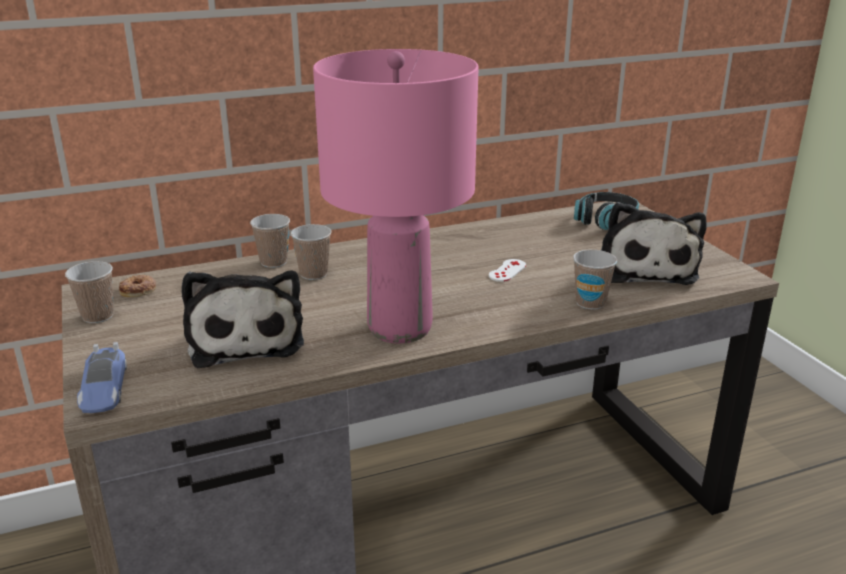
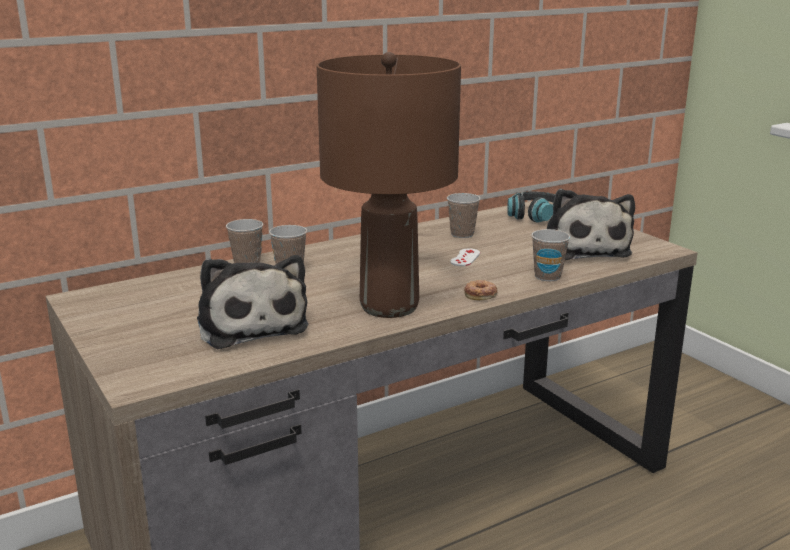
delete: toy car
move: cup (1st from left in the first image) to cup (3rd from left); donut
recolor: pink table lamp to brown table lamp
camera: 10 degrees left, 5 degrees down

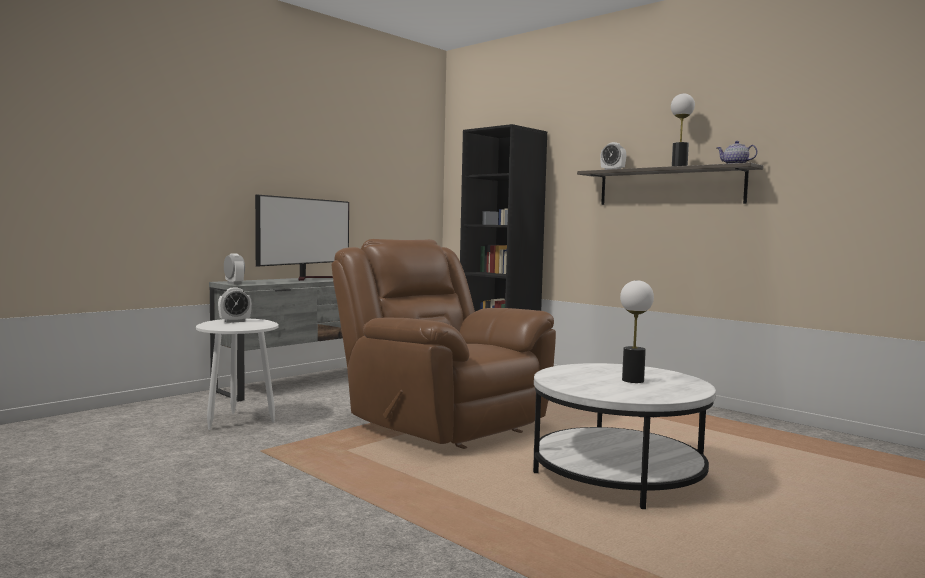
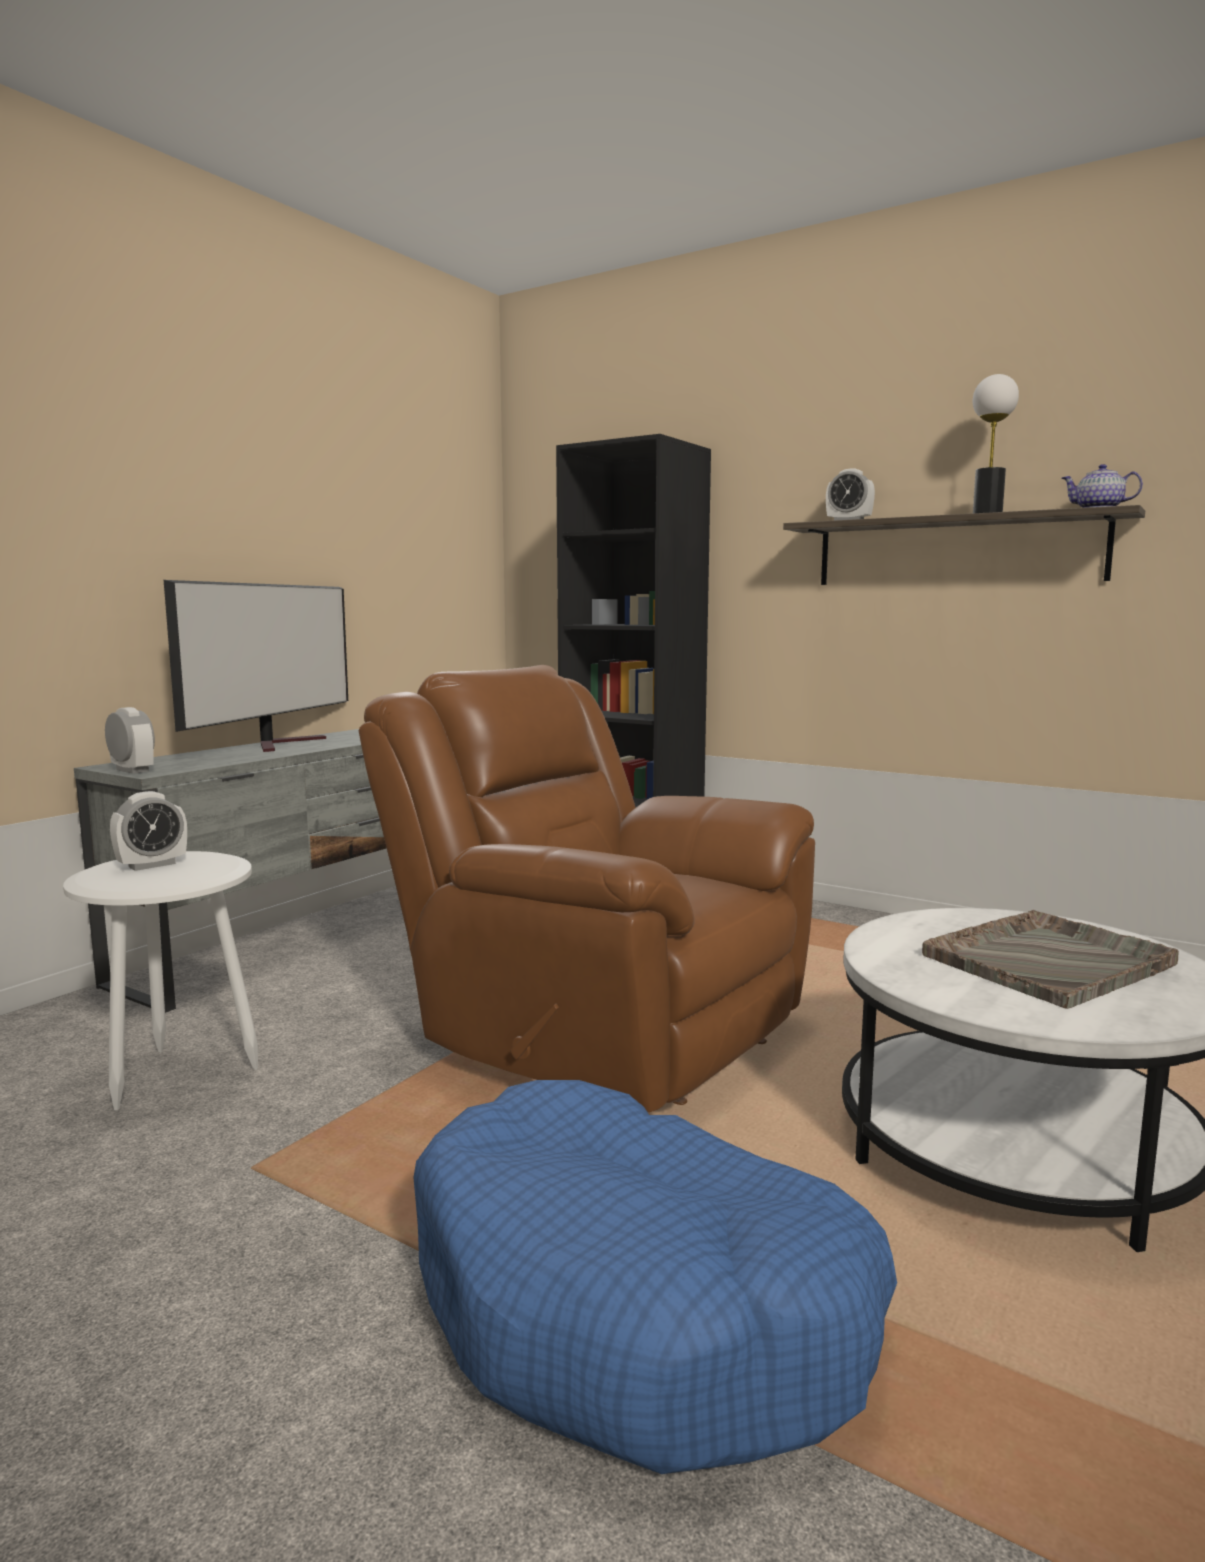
insert: blue dog bed
replace: table lamp (1st from left) to grey tray
camera: 10 degrees left, 5 degrees up

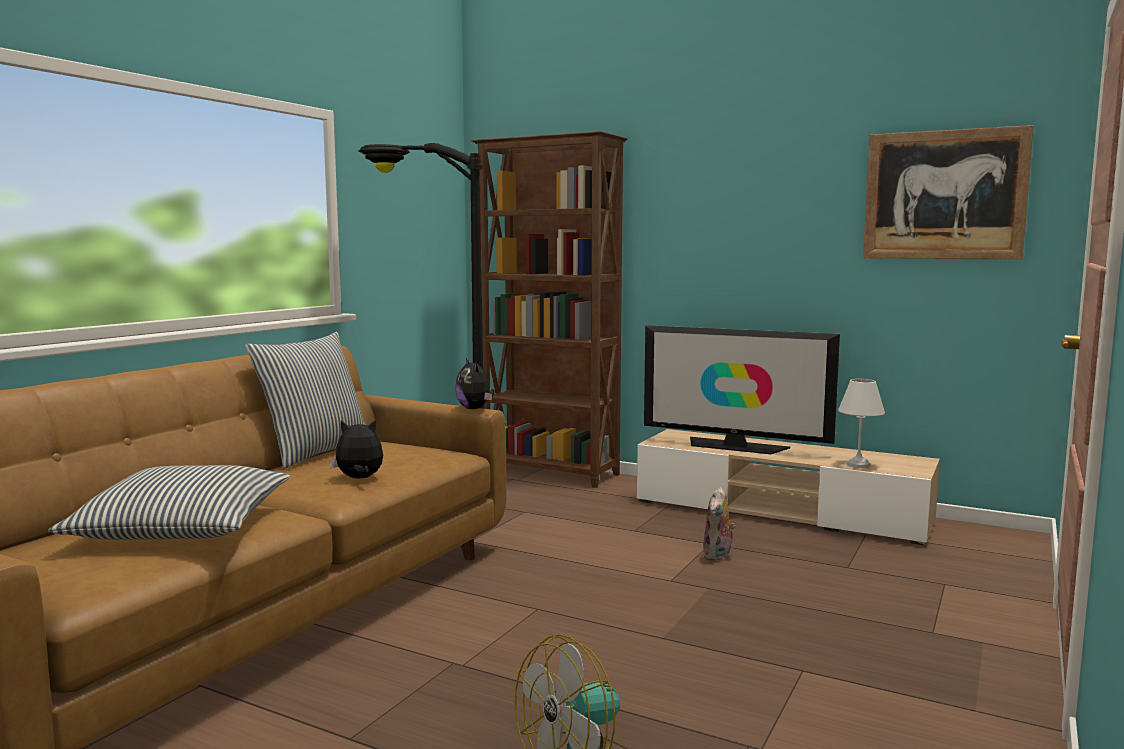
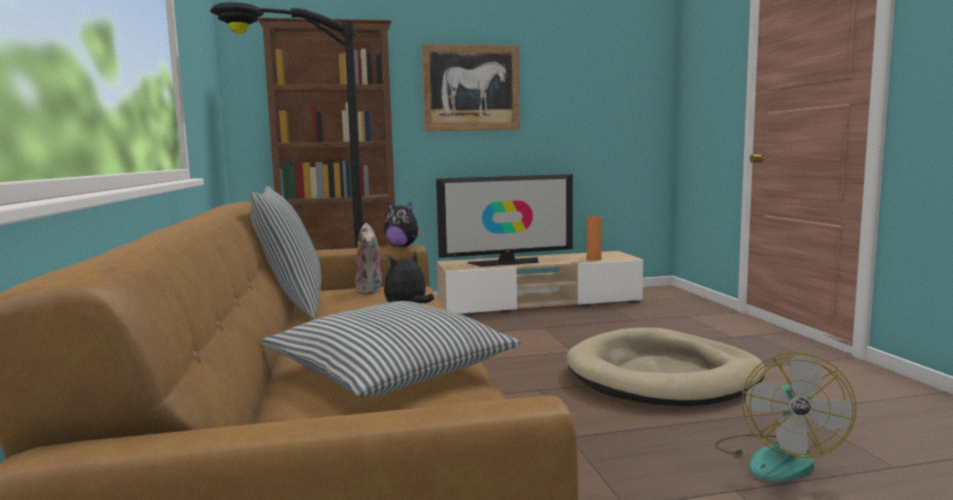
insert: beige dog bed
move: plush toy (3rd from left in the first image) to plush toy (1st from left); picture
replace: white table lamp to orange vase
camera: 40 degrees left, 0 degrees up

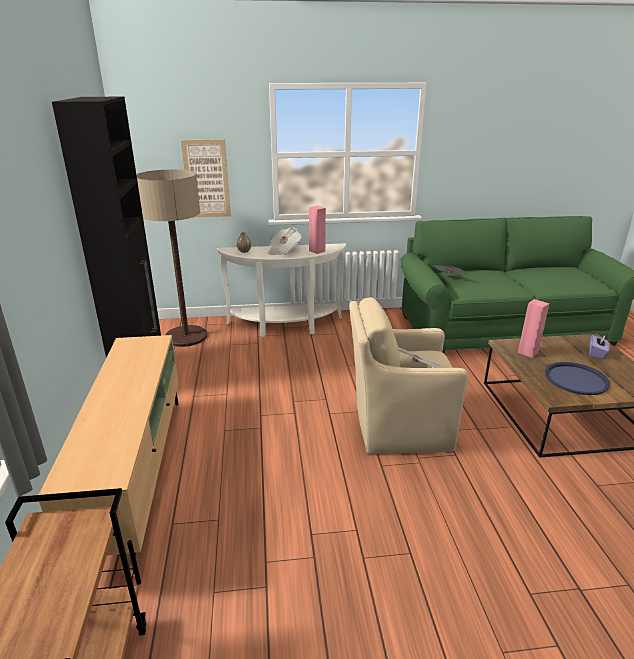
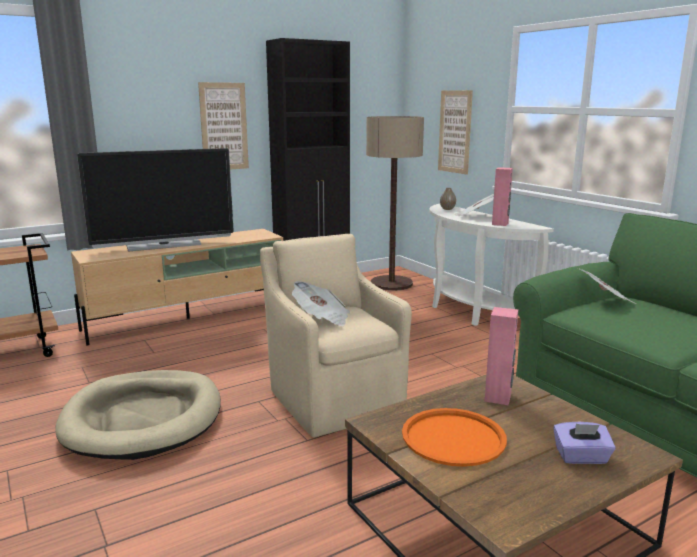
insert: beige dog bed; television; picture (1st from left)
recolor: blue tray to orange tray
camera: 65 degrees right, 10 degrees down

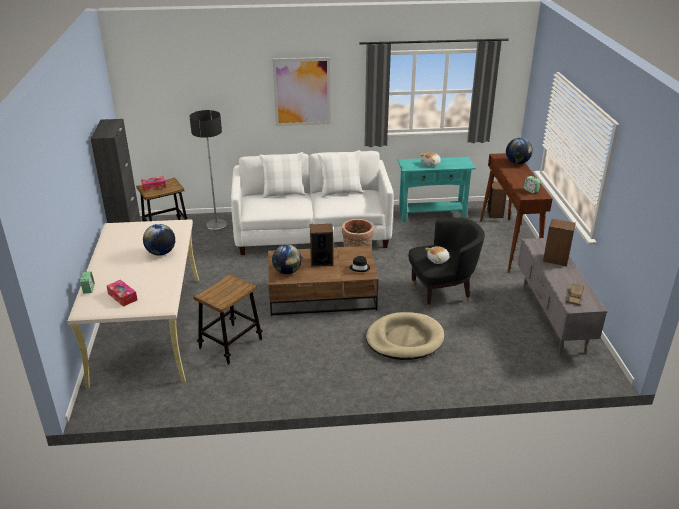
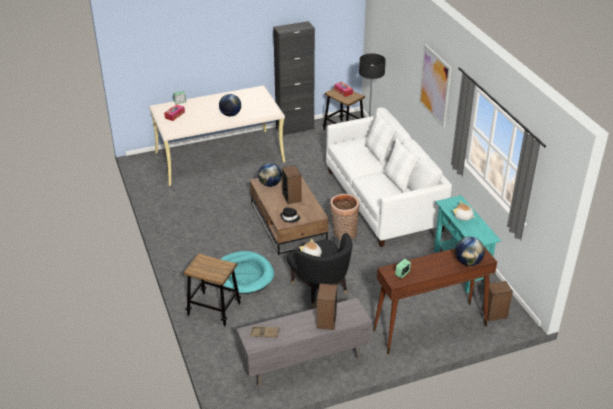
move: stool (2nd from left in the first image) to stool (1st from left)
recolor: beige dog bed to turquoise dog bed
camera: 75 degrees right, 5 degrees up

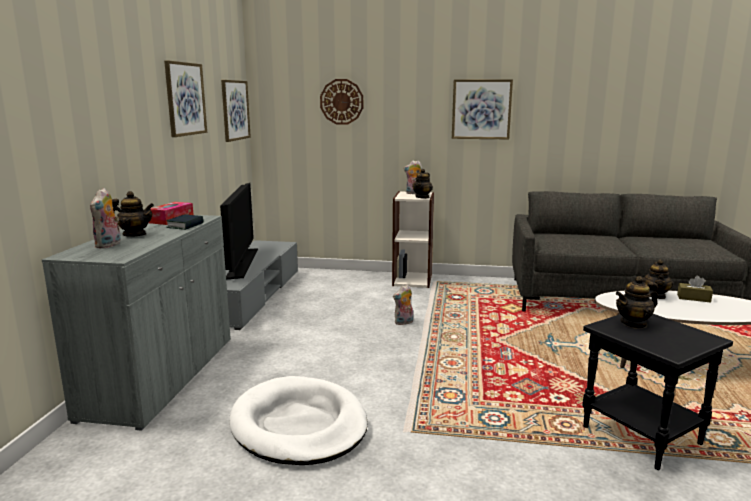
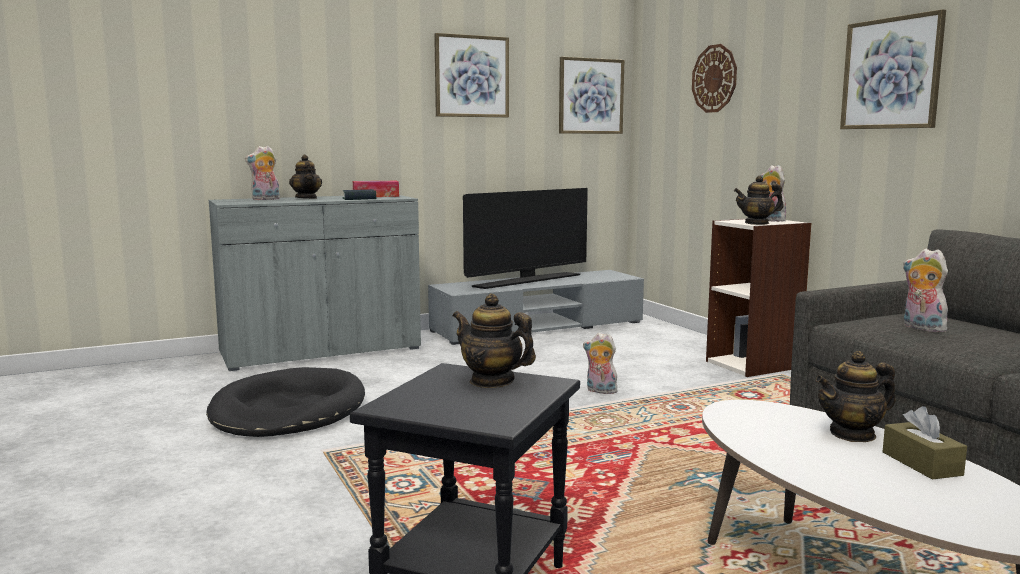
insert: plush toy (4th from left)
recolor: white dog bed to black dog bed
camera: 55 degrees right, 5 degrees down

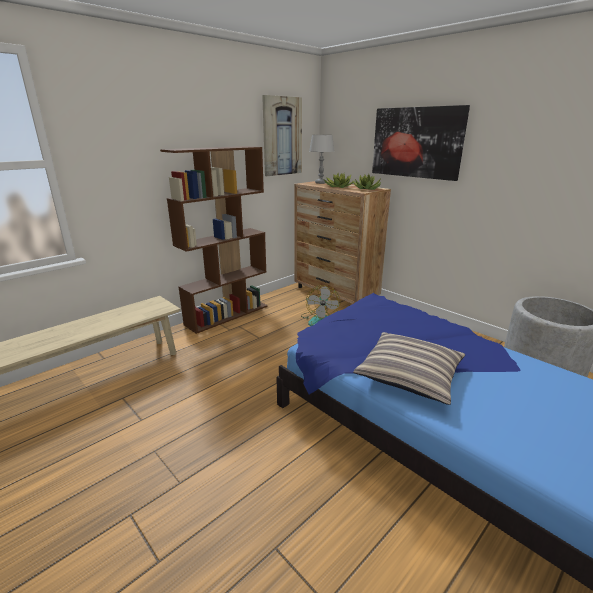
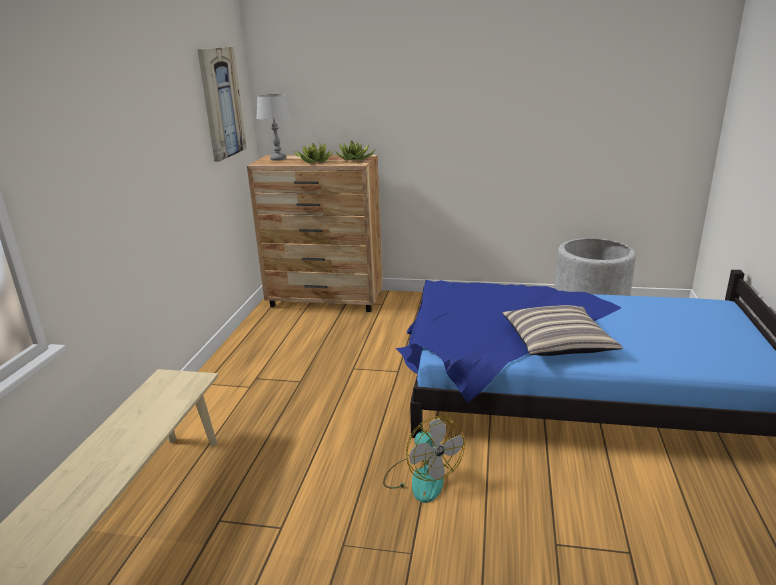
delete: brown bookcase; picture (2nd from left)
move: fan
camera: 35 degrees left, 0 degrees up

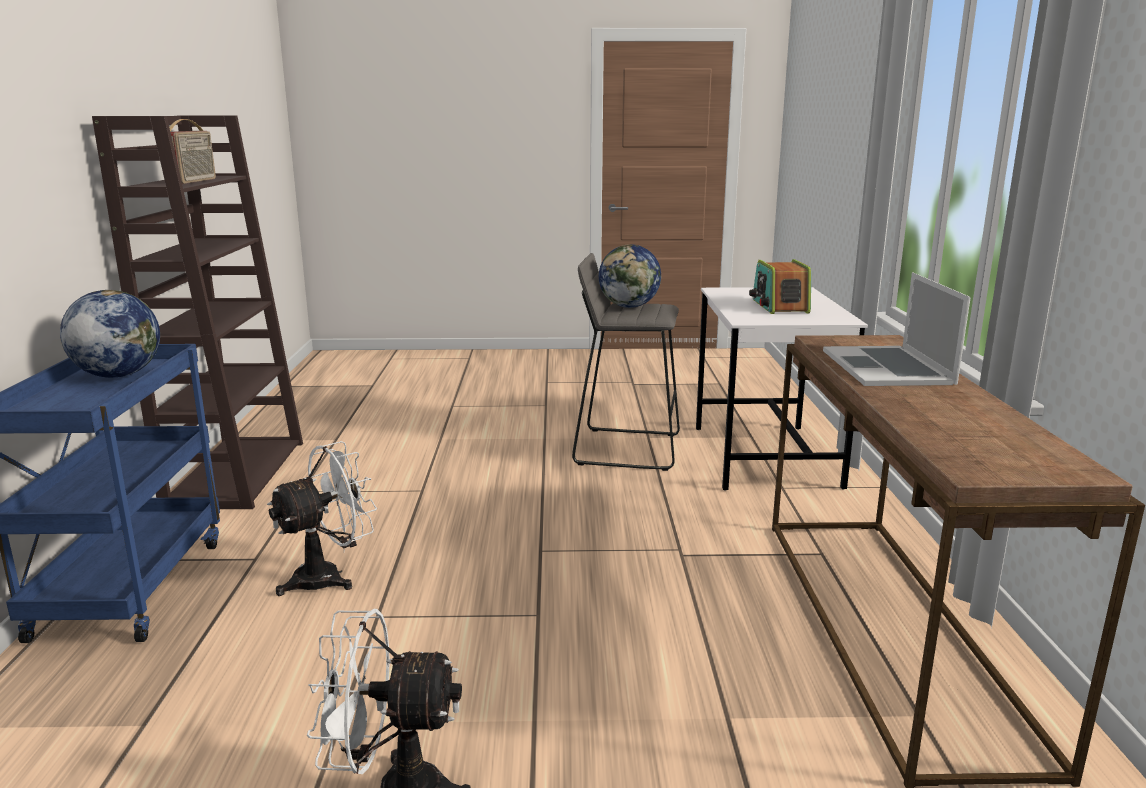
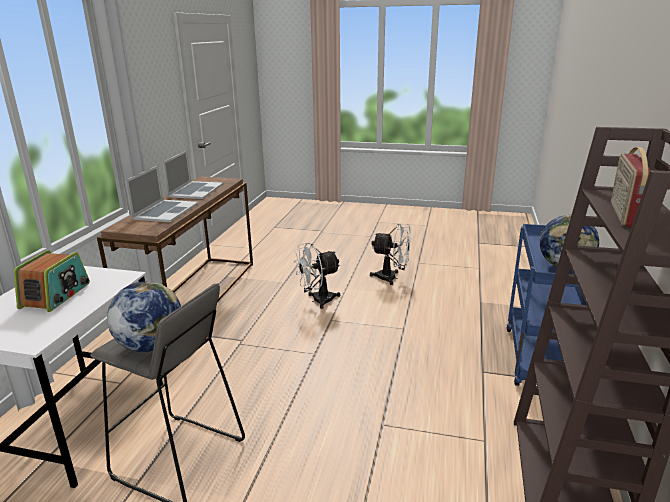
insert: laptop (2nd from left)
move: white fan (1st from left)
camera: 165 degrees left, 5 degrees up

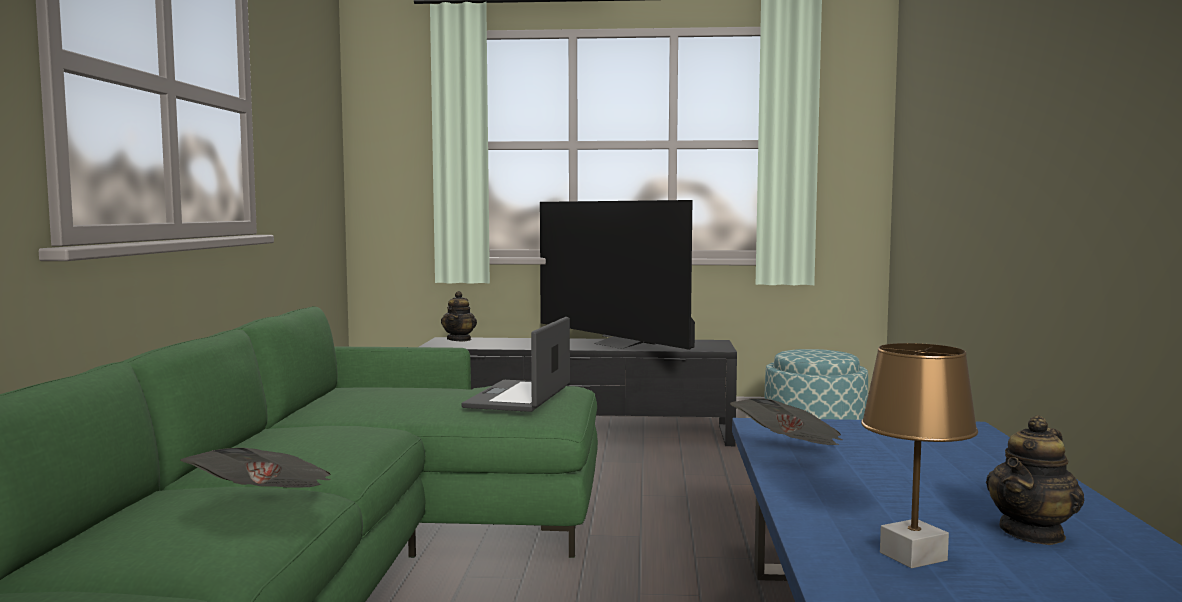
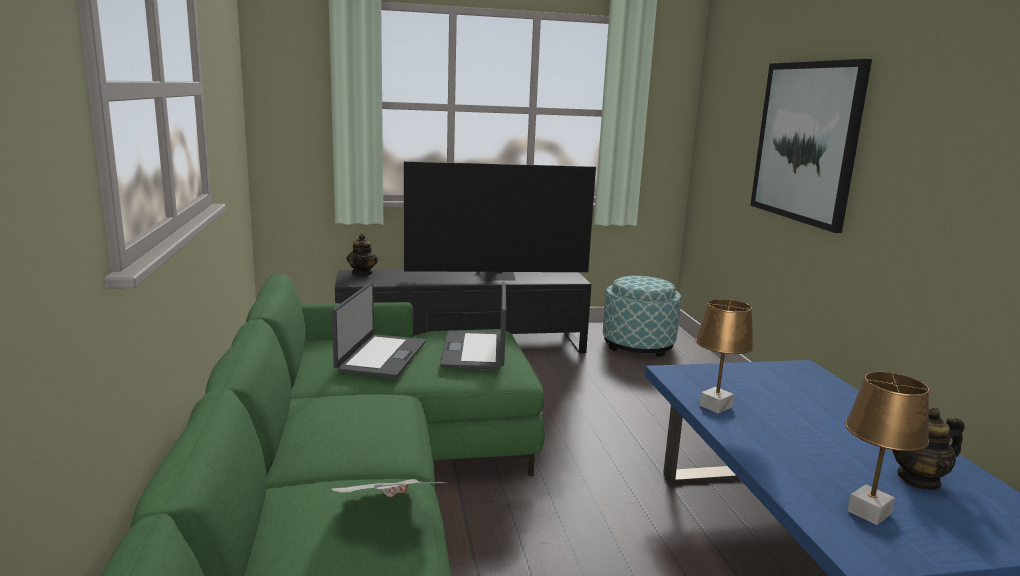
insert: laptop (1st from left); picture
replace: newspaper (2nd from left) to brown table lamp (1st from left)
rotate: television 45 degrees counterclockwise; teapot (2nd from left) 45 degrees clockwise
camera: 15 degrees left, 10 degrees up

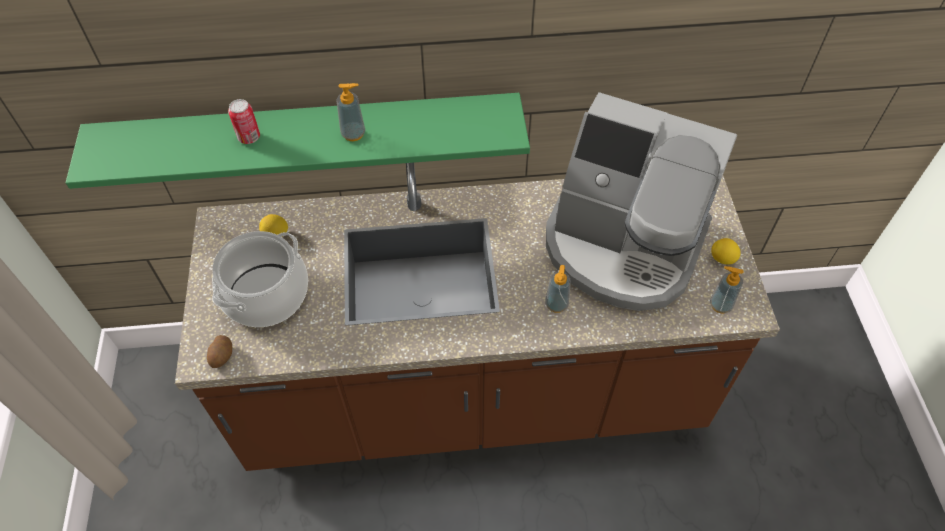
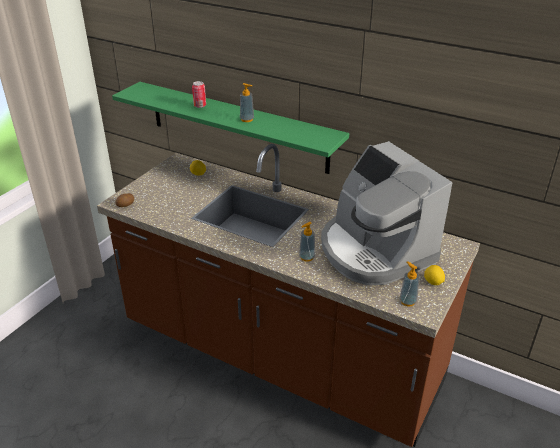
delete: cooking pot
camera: 35 degrees right, 20 degrees down

